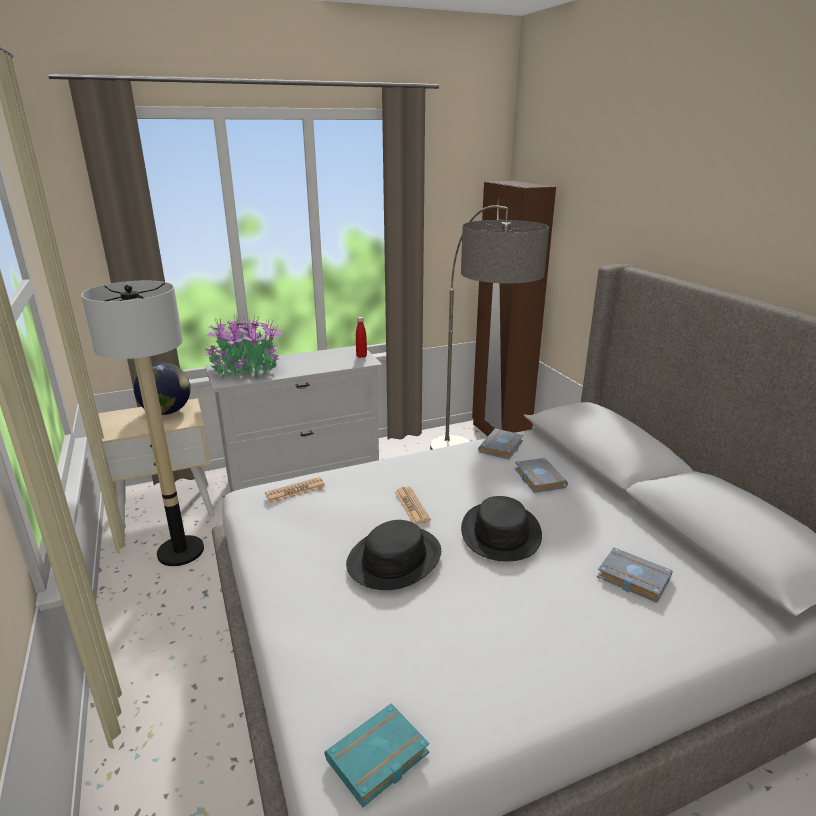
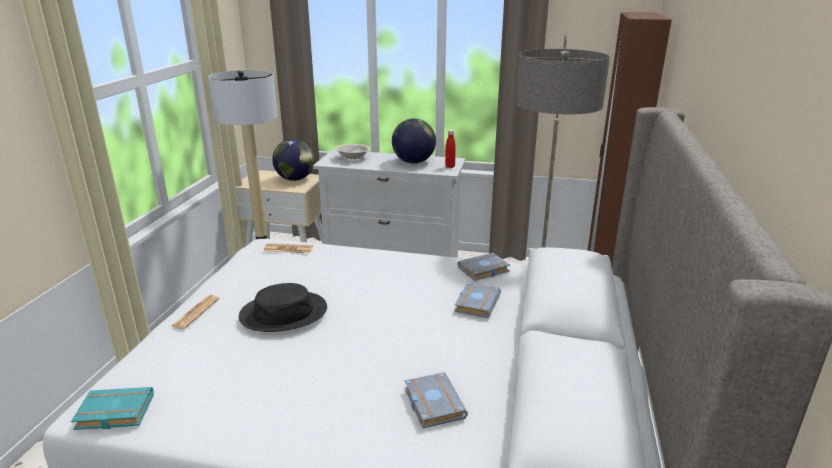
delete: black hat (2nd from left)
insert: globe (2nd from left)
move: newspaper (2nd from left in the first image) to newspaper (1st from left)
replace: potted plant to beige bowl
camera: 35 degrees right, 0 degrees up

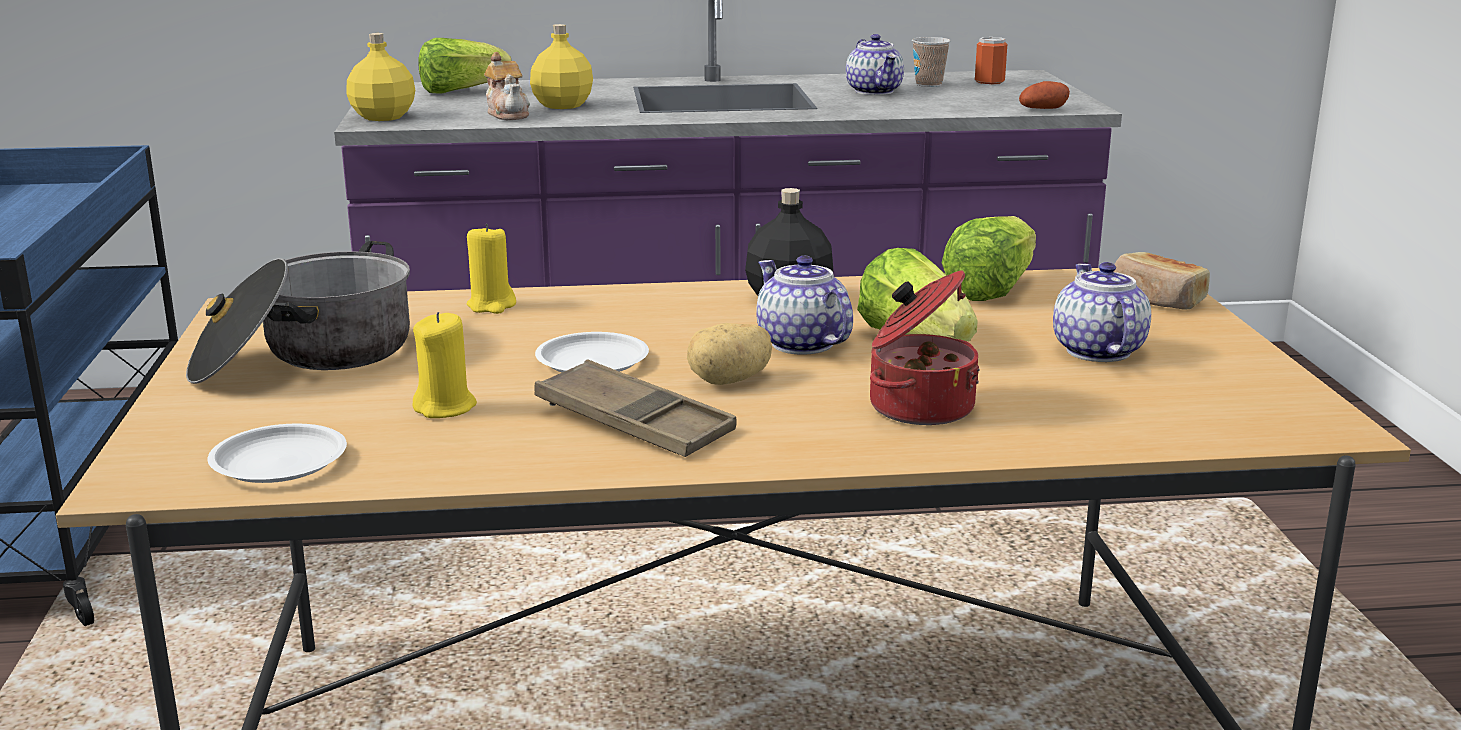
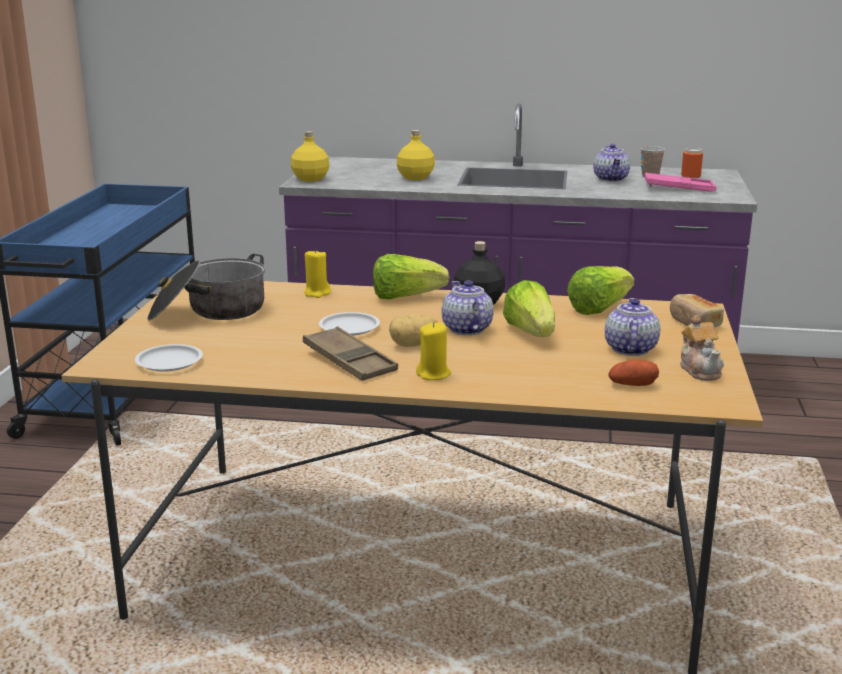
delete: cooking pot (2nd from left)
insert: pink tray
move: lettuce (1st from left); yellow candle (1st from left in the first image) to yellow candle (2nd from left); potato (2nd from left); teapot (1st from left in the first image) to teapot (4th from left)
camera: 15 degrees right, 0 degrees up

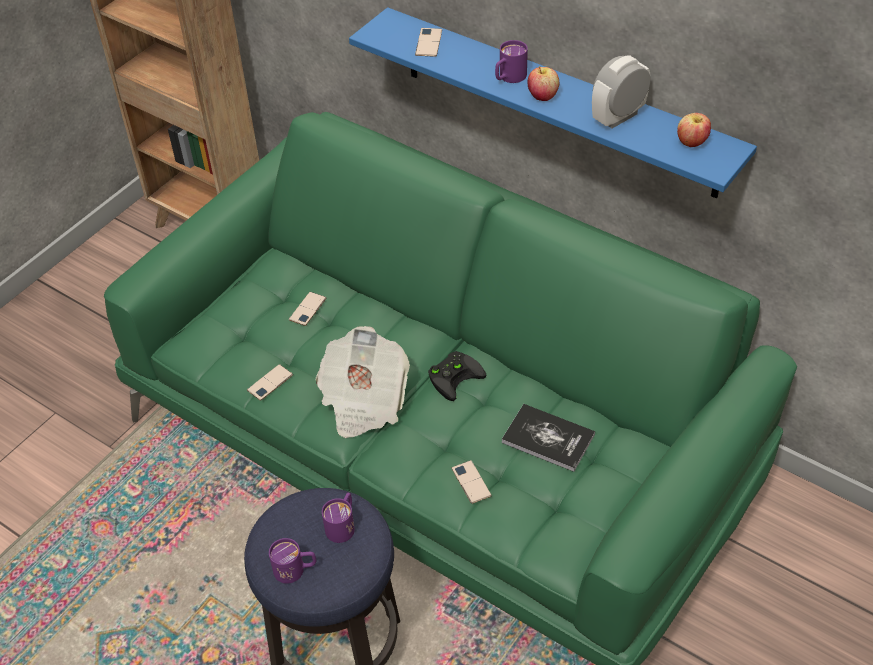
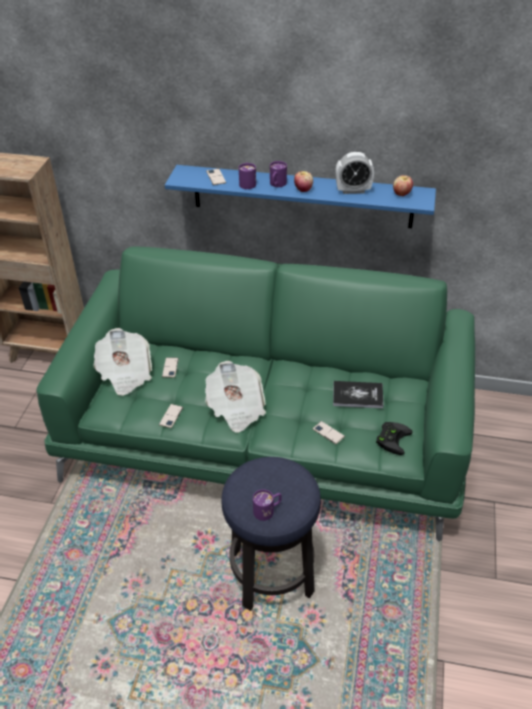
insert: newspaper (1st from left)
move: purple mug (2nd from left in the first image) to purple mug (1st from left); black game controller
rotate: alarm clock 120 degrees counterclockwise
camera: 25 degrees left, 5 degrees down

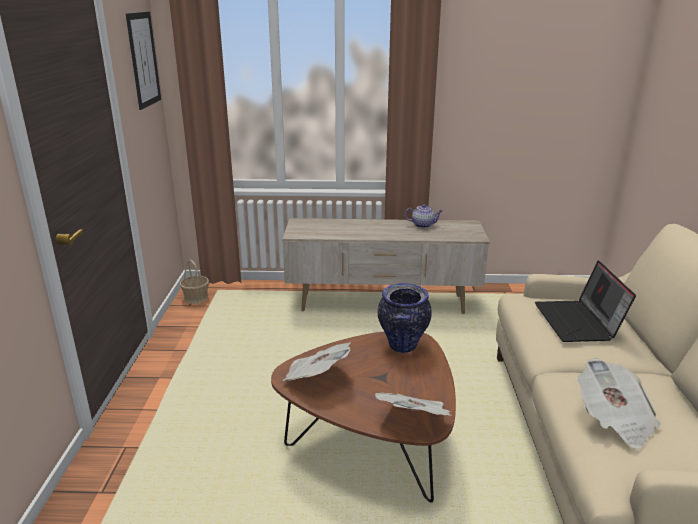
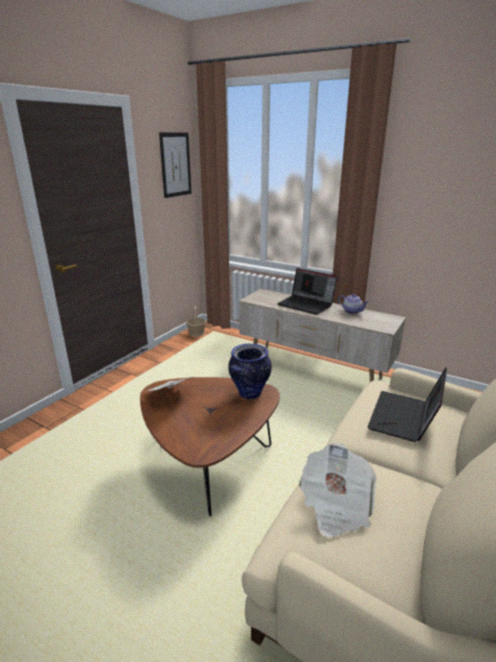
delete: newspaper (2nd from left)
insert: laptop (1st from left)
camera: 30 degrees right, 0 degrees up

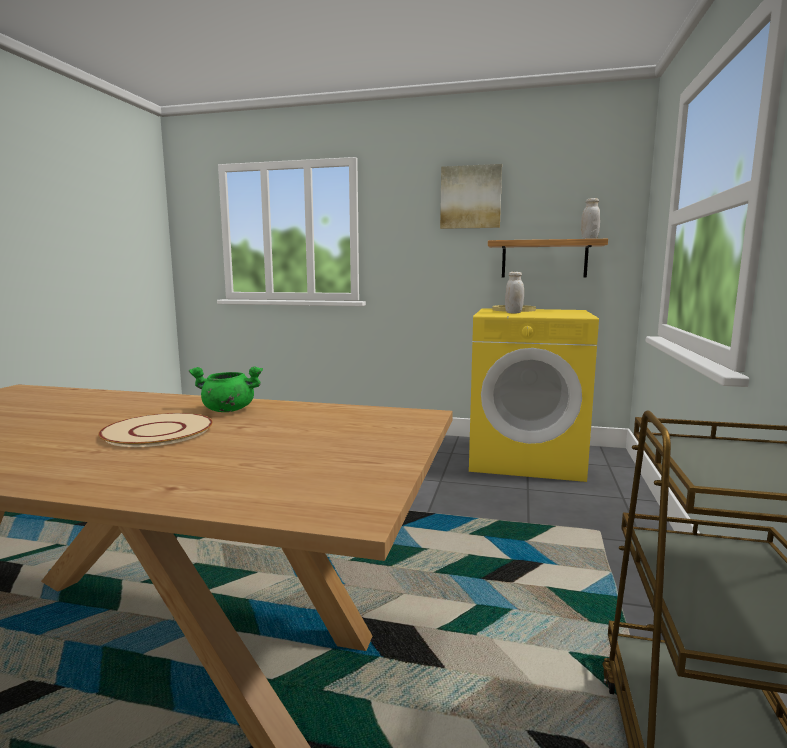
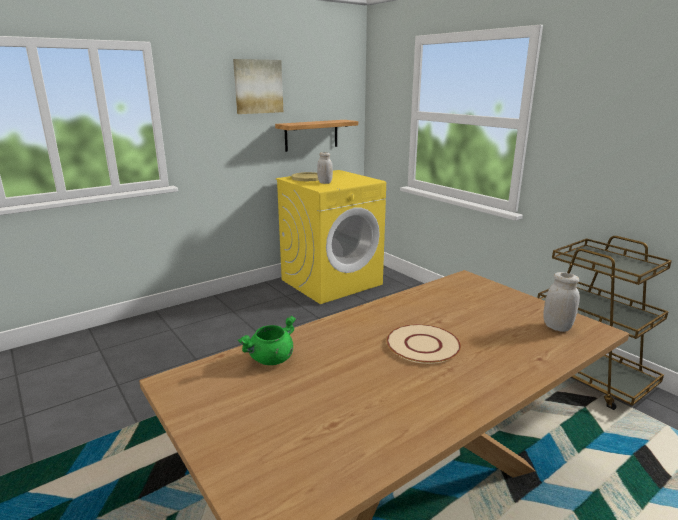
move: green cooking pot; white jar (2nd from left)
camera: 50 degrees left, 10 degrees up

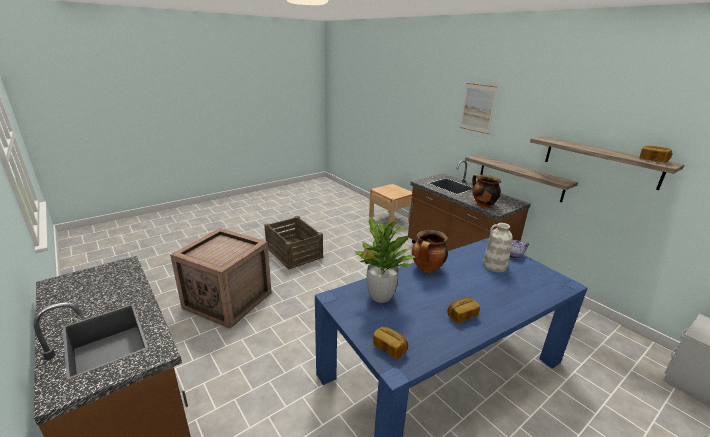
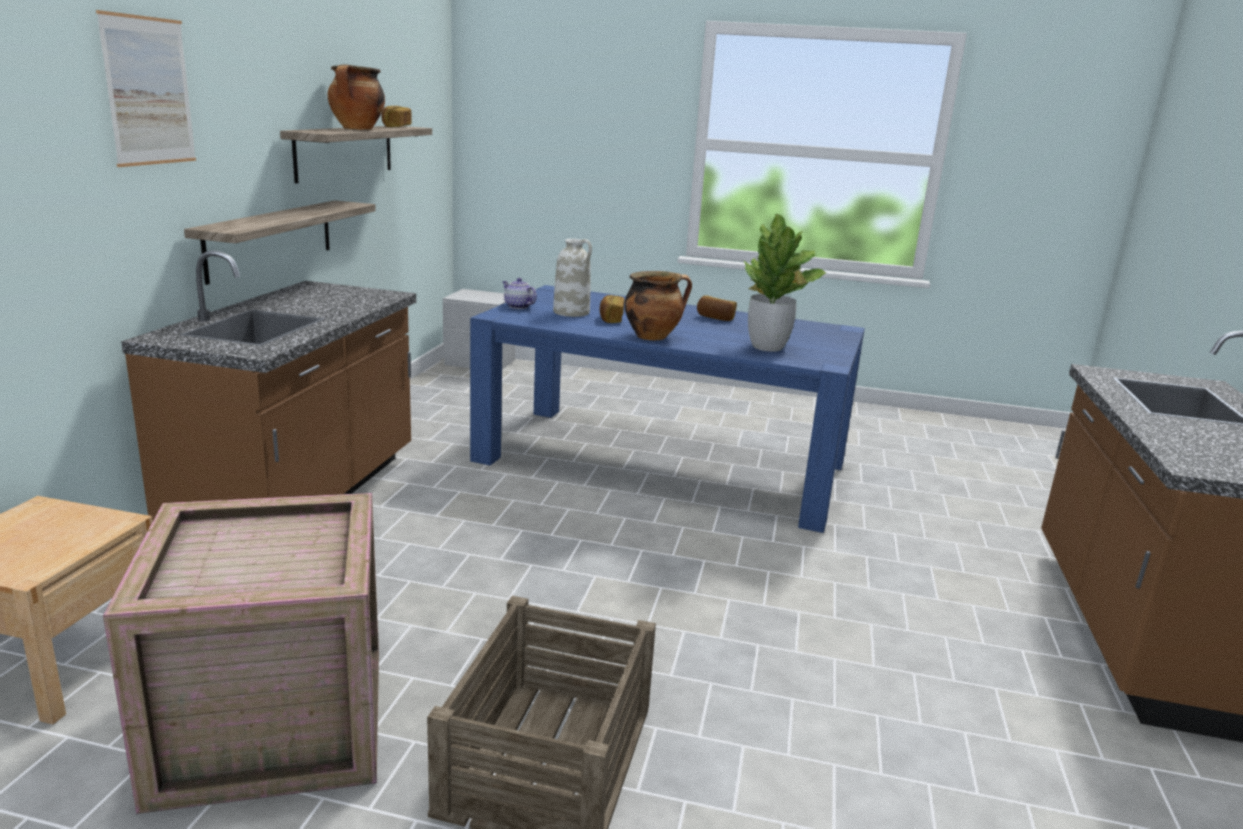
move: crate (1st from left); cooking pot (2nd from left in the first image) to cooking pot (1st from left); bread (1st from left in the first image) to bread (2nd from left)
camera: 130 degrees left, 5 degrees down

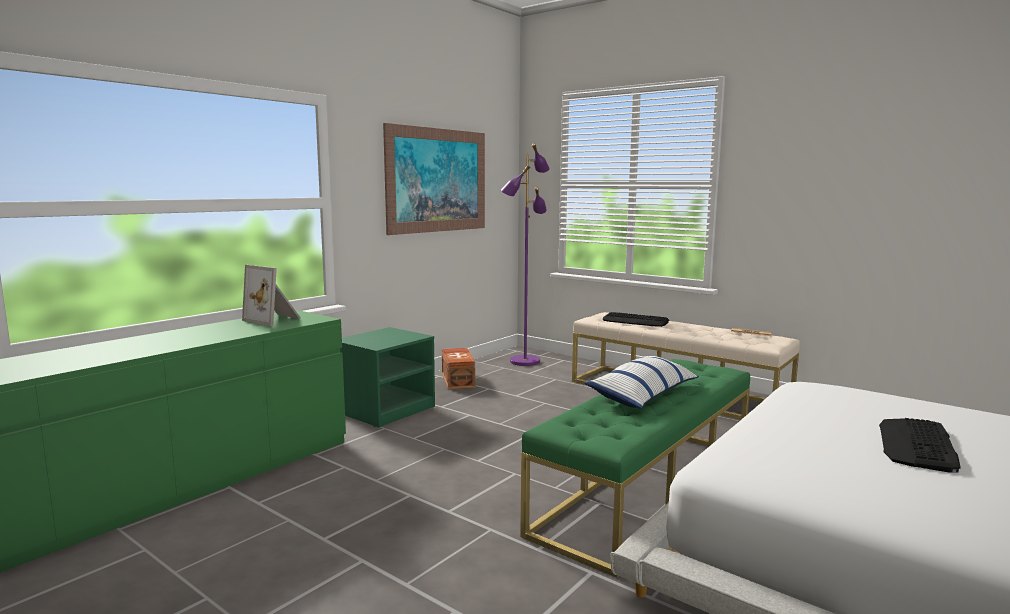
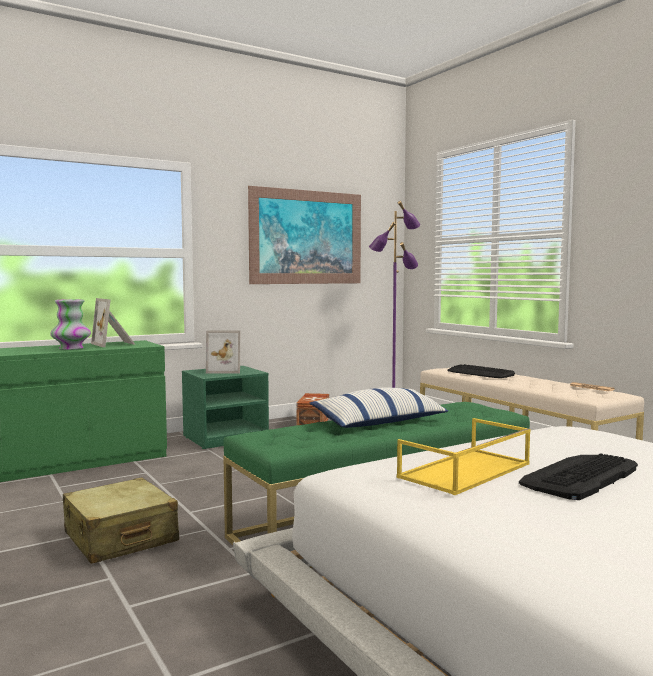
insert: vase; beige suitcase; picture frame (2nd from left); yellow tray
camera: 20 degrees right, 5 degrees down

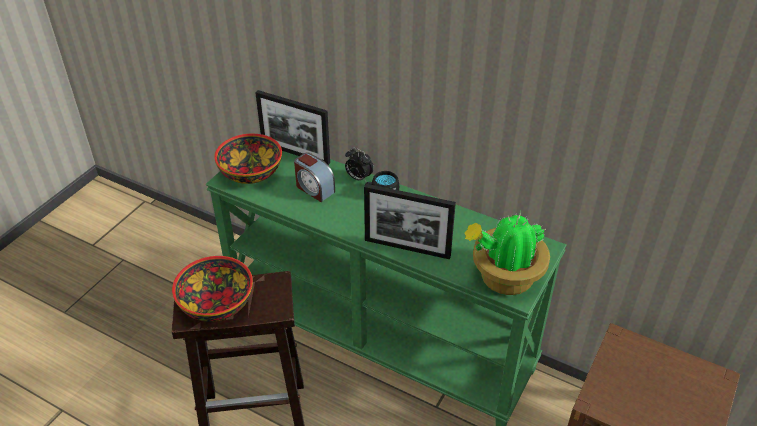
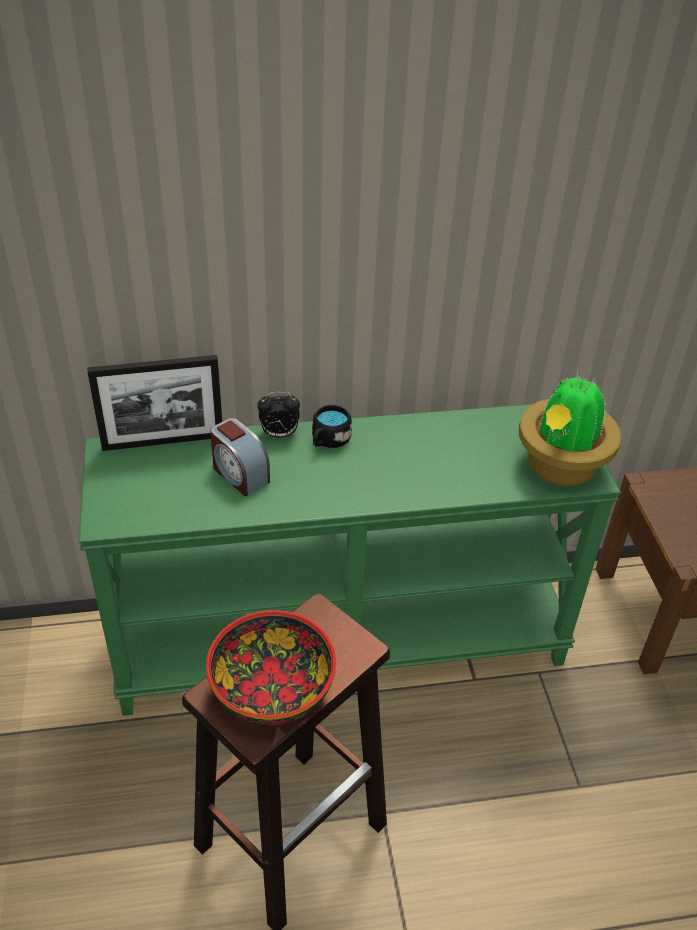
delete: bowl (2nd from left); picture frame (2nd from left)
rotate: alarm clock (1st from left) 45 degrees clockwise
camera: 40 degrees left, 0 degrees up

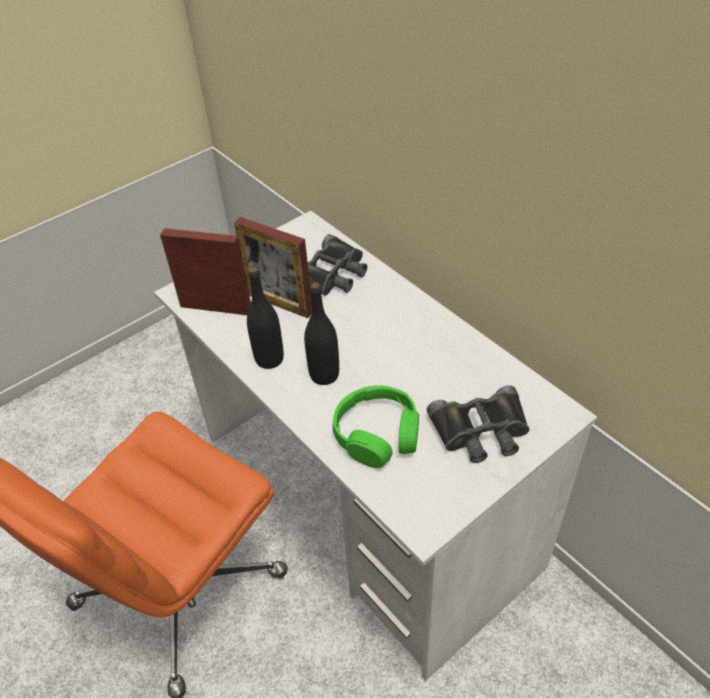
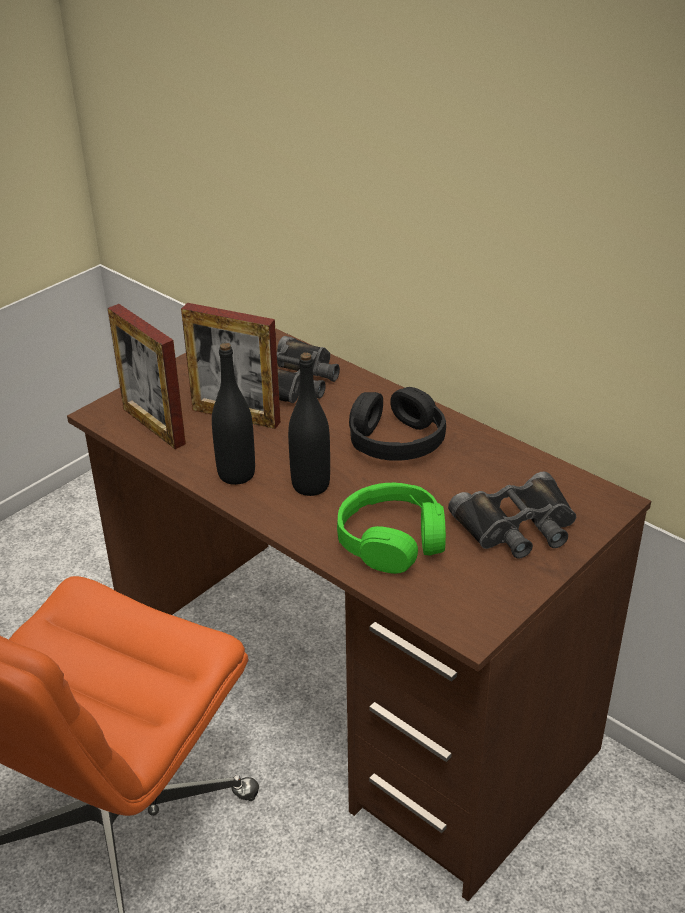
insert: black headphones
recolor: white desk to brown desk
rotate: picture frame (1st from left) 135 degrees counterclockwise
camera: 10 degrees left, 10 degrees down

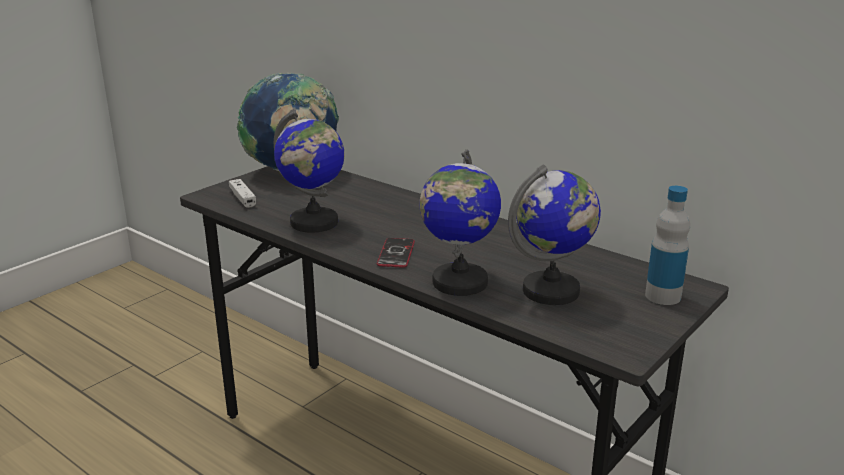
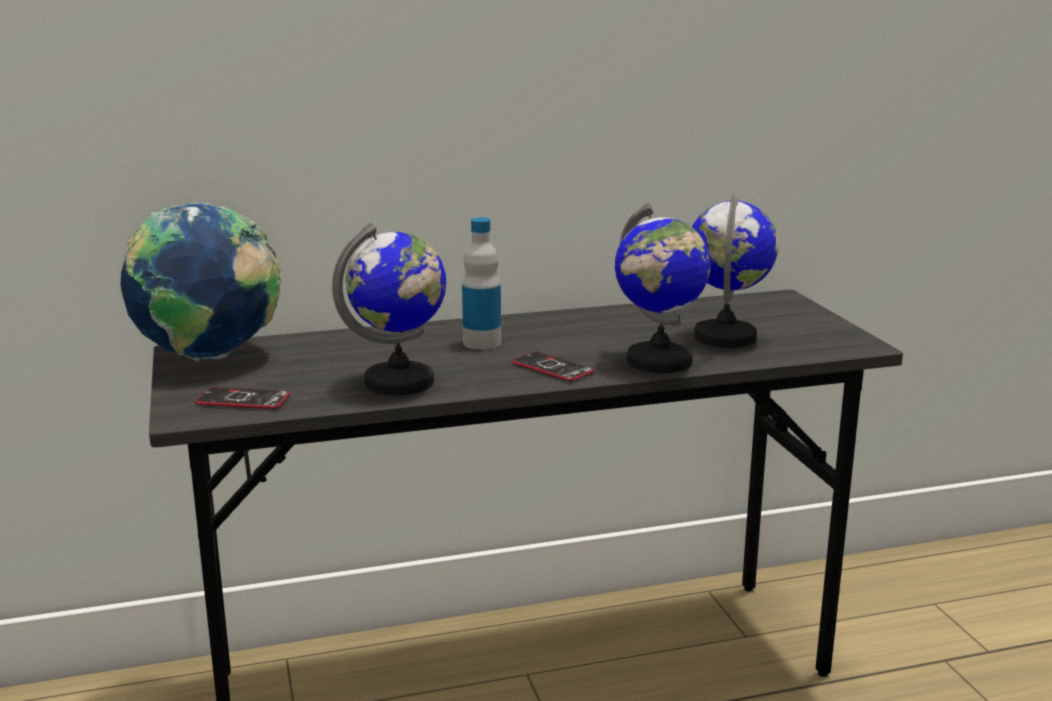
move: bottle
replace: white game controller to phone (1st from left)
camera: 55 degrees left, 5 degrees down

